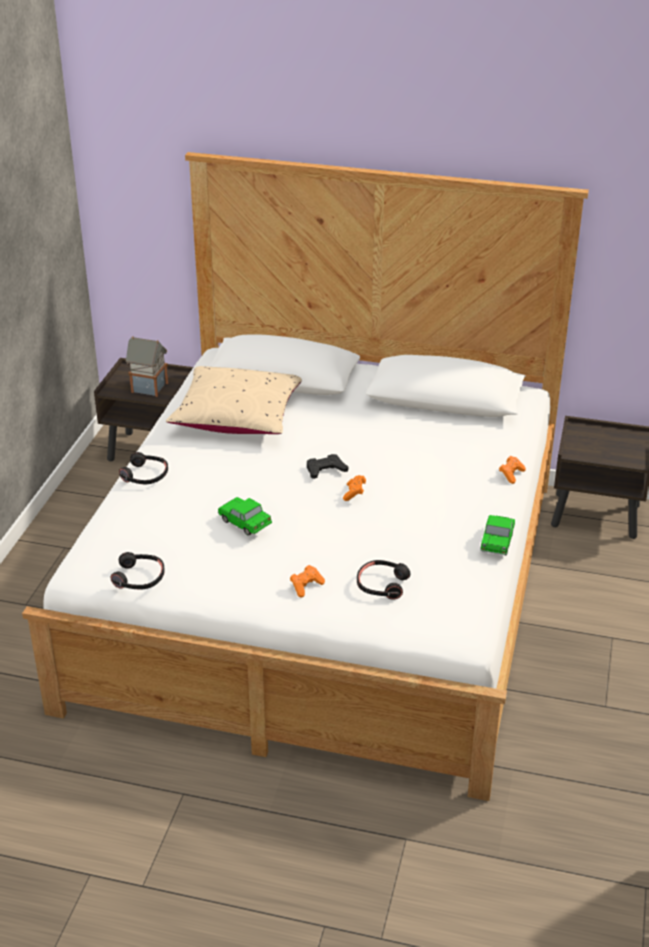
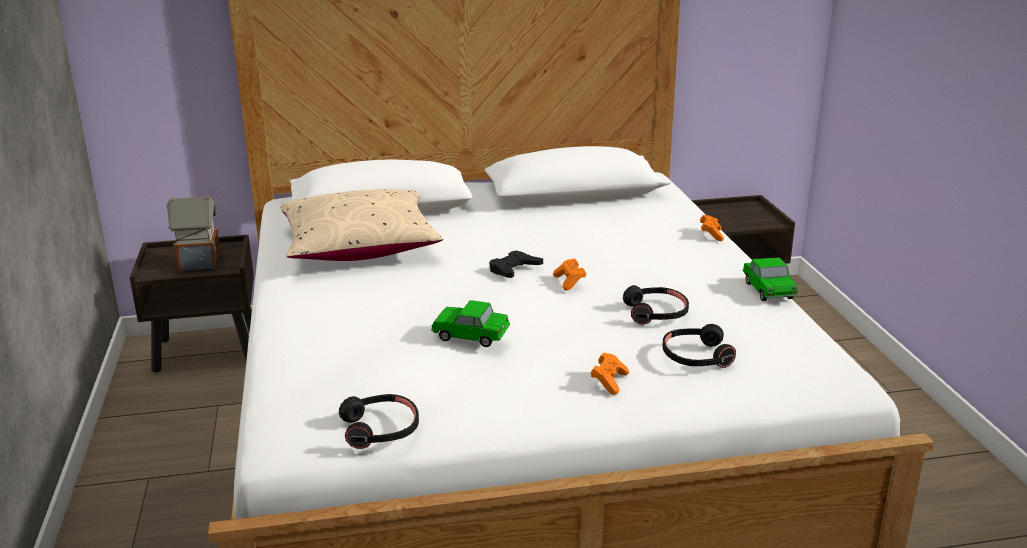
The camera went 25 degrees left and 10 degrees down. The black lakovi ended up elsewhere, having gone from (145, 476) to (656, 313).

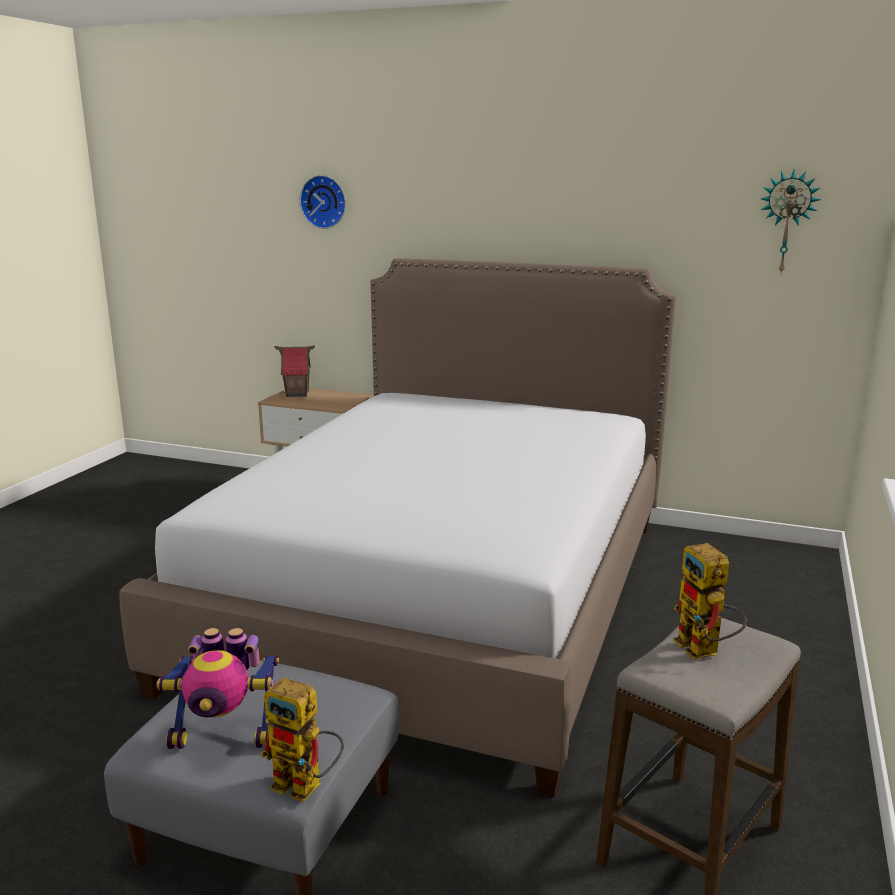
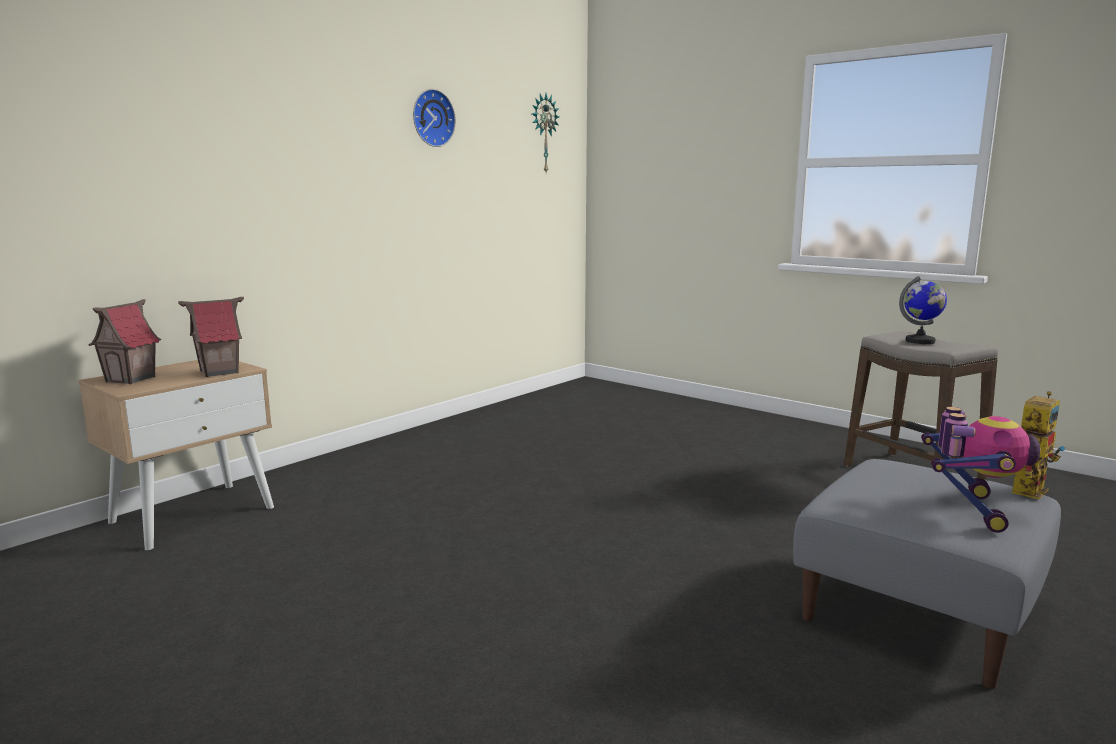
The camera went 70 degrees left and 5 degrees down. The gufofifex ended up elsewhere, having gone from (324, 202) to (431, 118). The second view lost the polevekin at (443, 596). Where the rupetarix stood at (704, 651), the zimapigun came to stand at (920, 341). The second view gained the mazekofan at (219, 372).

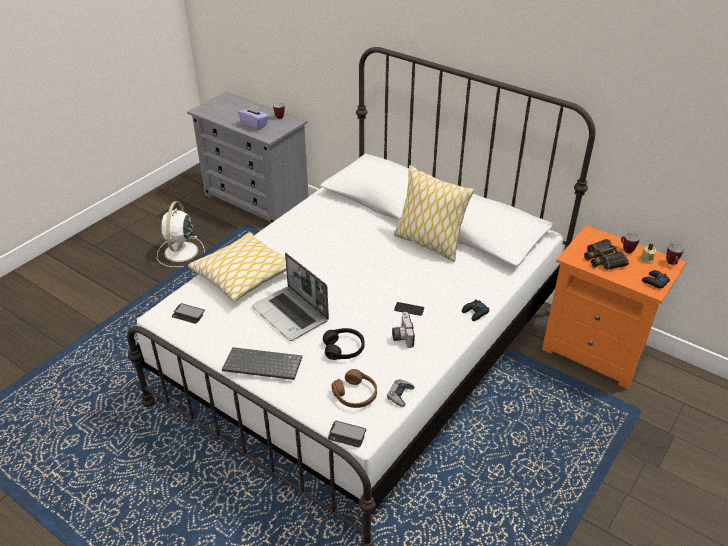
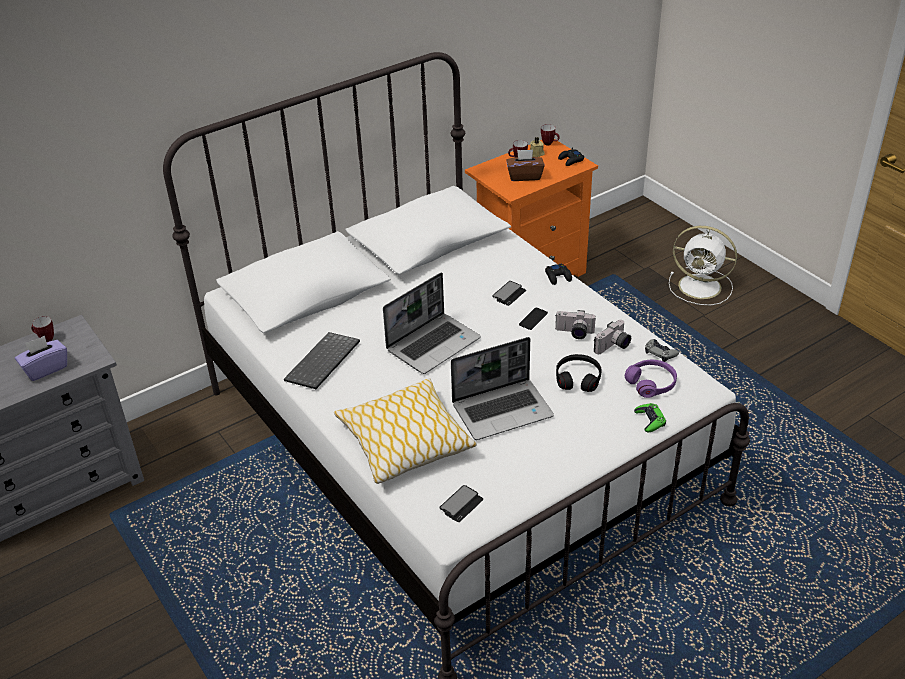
The camera went 70 degrees left and 0 degrees up. The second view lost the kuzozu at (429, 243). The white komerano ended up elsewhere, having gone from (180, 253) to (701, 287). Where the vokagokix stood at (602, 259), the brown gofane came to stand at (524, 176). The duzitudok ended up elsewhere, having gone from (261, 366) to (323, 363). What was the brown lakovi at (355, 394) turned into the purple lakovi at (651, 383). The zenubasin ended up elsewhere, having gone from (347, 435) to (509, 294). The second view gained the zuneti at (433, 344). The second view gained the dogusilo at (613, 347). The second view gained the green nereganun at (650, 420).

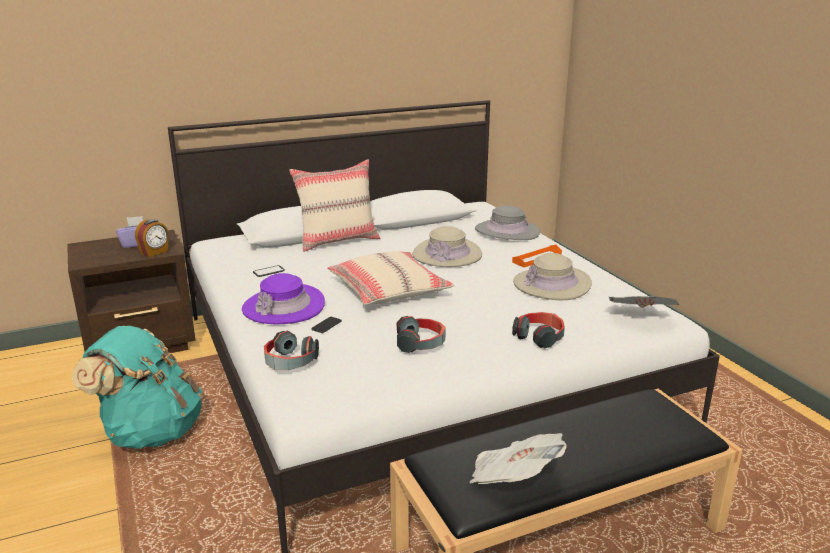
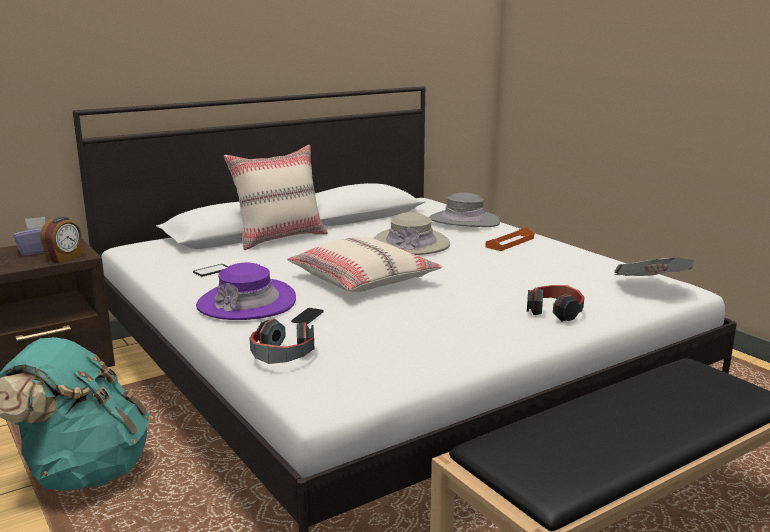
The camera went 10 degrees left and 5 degrees down. The second view lost the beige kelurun at (552, 284). The second view lost the lakovi at (421, 343). The second view lost the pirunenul at (513, 478).

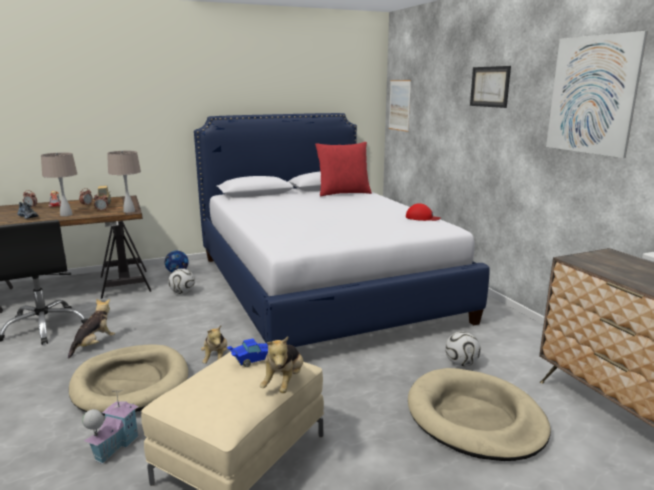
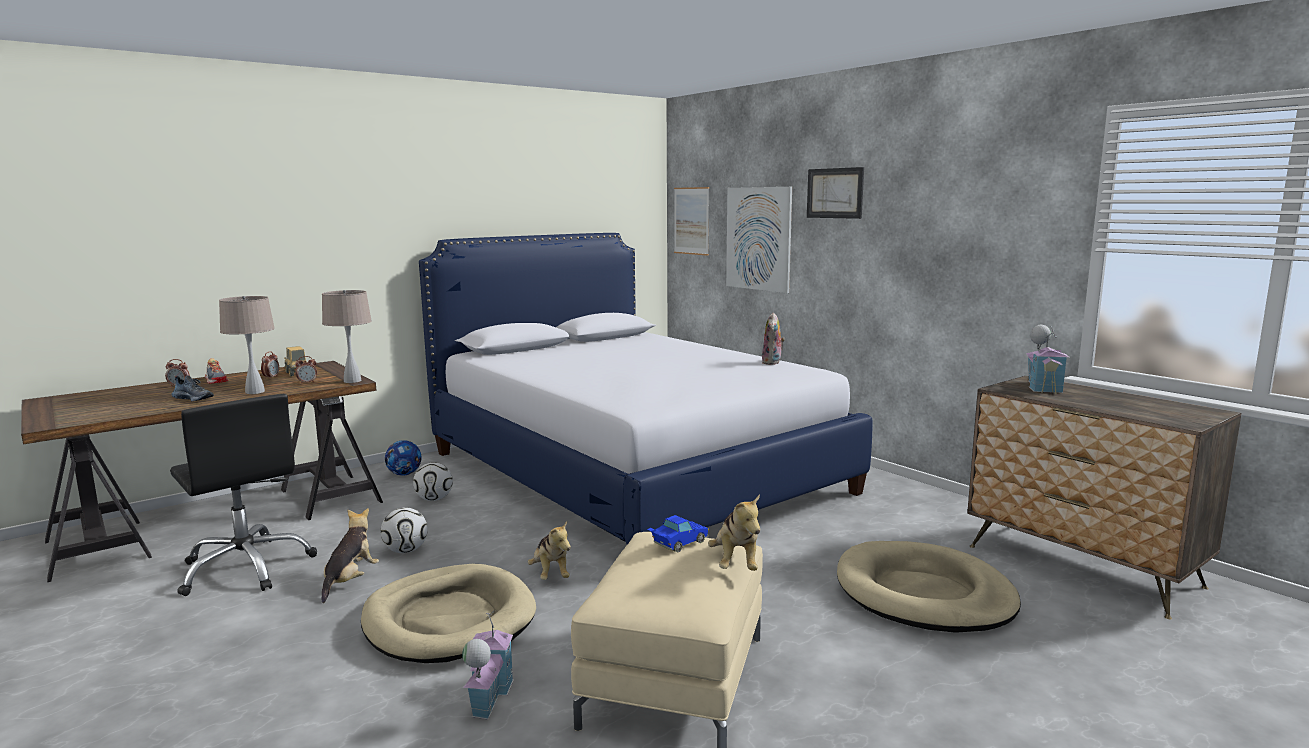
The camera went 15 degrees left and 5 degrees down. The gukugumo ended up elsewhere, having gone from (592, 95) to (758, 238). The second view lost the red kuzozu at (343, 193). Where the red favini stood at (422, 218), the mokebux came to stand at (772, 362). The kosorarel ended up elsewhere, having gone from (461, 364) to (405, 551). The second view gained the mazekofan at (1042, 387).

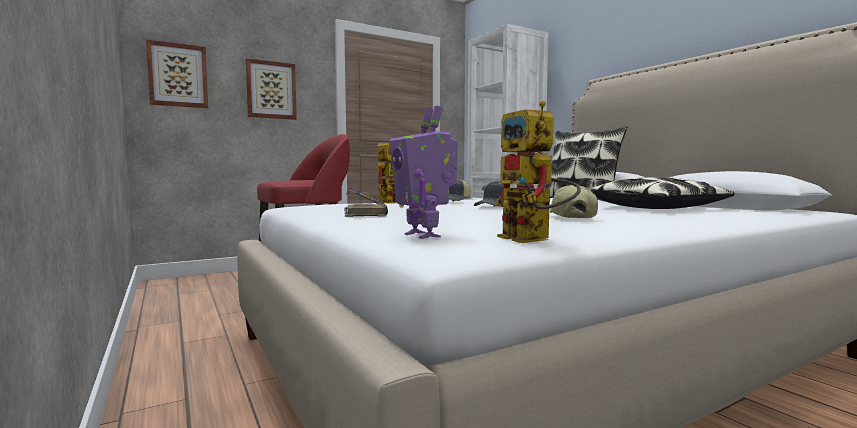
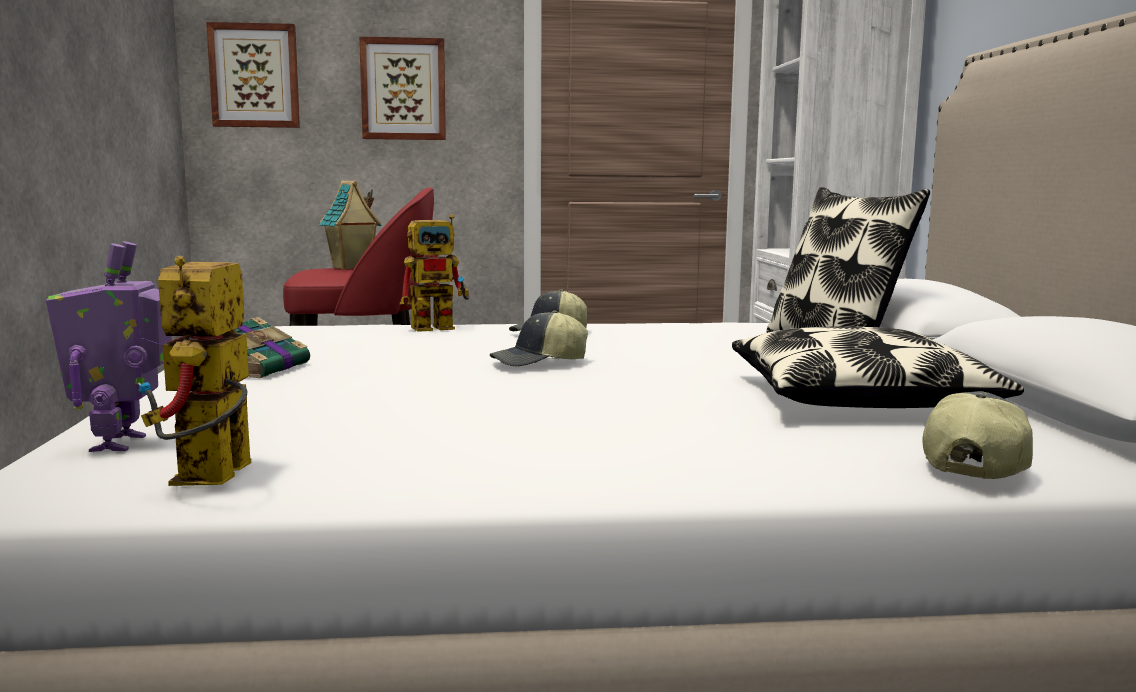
The camera went 25 degrees right and 5 degrees up. The favini ended up elsewhere, having gone from (571, 217) to (973, 464). The second view gained the mazekofan at (351, 268).

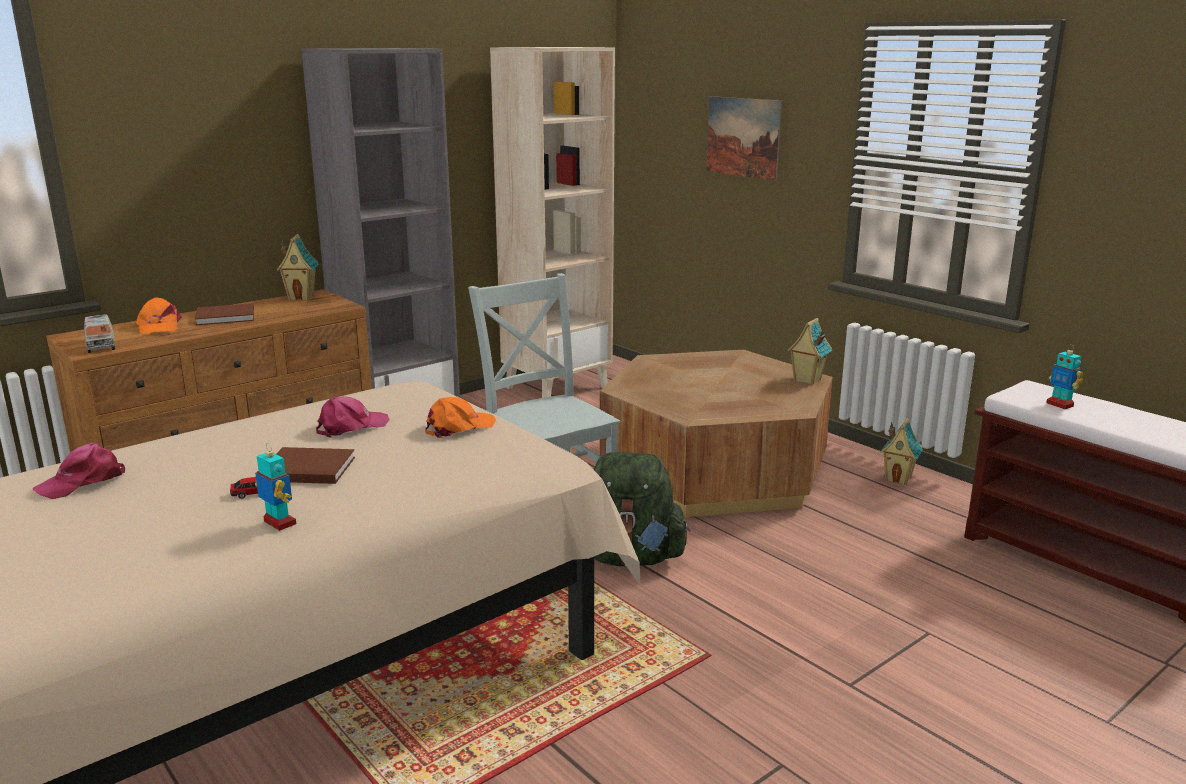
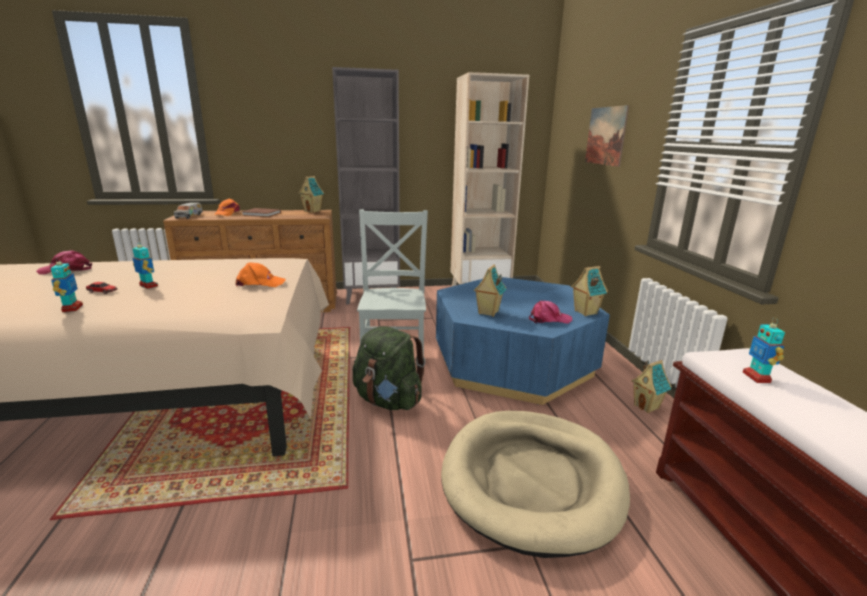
The camera went 30 degrees right and 0 degrees up. What was the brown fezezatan at (714, 470) turned into the blue fezezatan at (512, 362). The pink favini ended up elsewhere, having gone from (351, 426) to (549, 319). Where the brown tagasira stood at (305, 469), the rupetarix came to stand at (148, 286). The second view gained the mazekofan at (487, 313). The second view gained the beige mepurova at (532, 480).

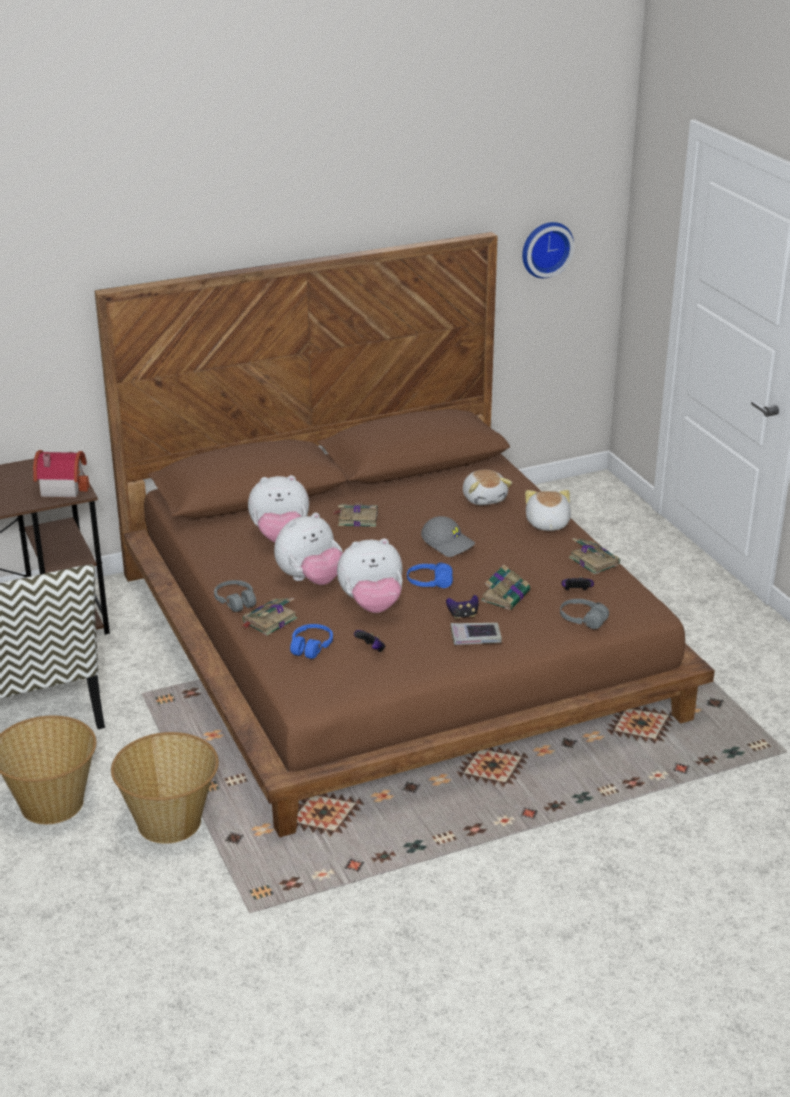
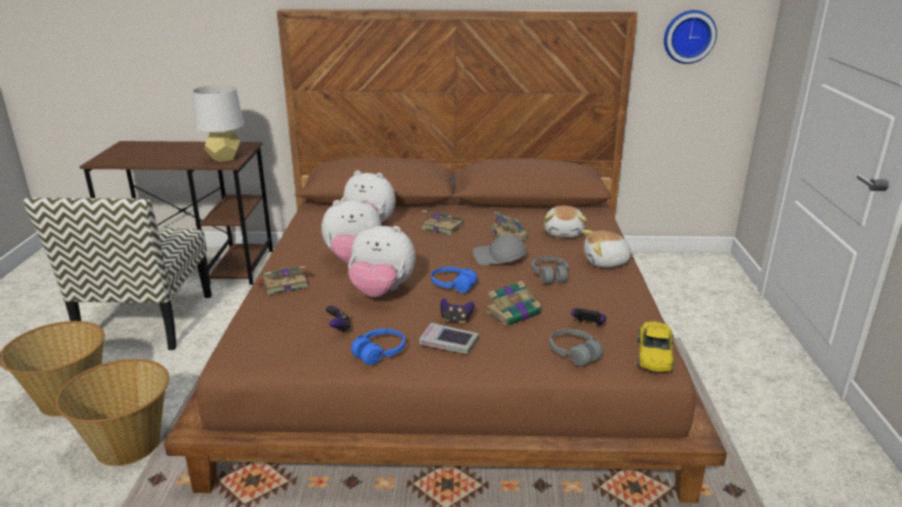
The camera went 25 degrees right and 5 degrees down. Where the mazekofan stood at (62, 487), the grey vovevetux came to stand at (224, 158). The mokebux at (547, 524) ended up facing another way, 120 degrees counterclockwise from before. The grey favini at (448, 543) ended up facing another way, 135 degrees clockwise from before. The tagasira ended up elsewhere, having gone from (593, 560) to (508, 233). The grey lakovi ended up elsewhere, having gone from (235, 602) to (550, 276). The blue lakovi ended up elsewhere, having gone from (311, 647) to (379, 353). The second view gained the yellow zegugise at (654, 354).

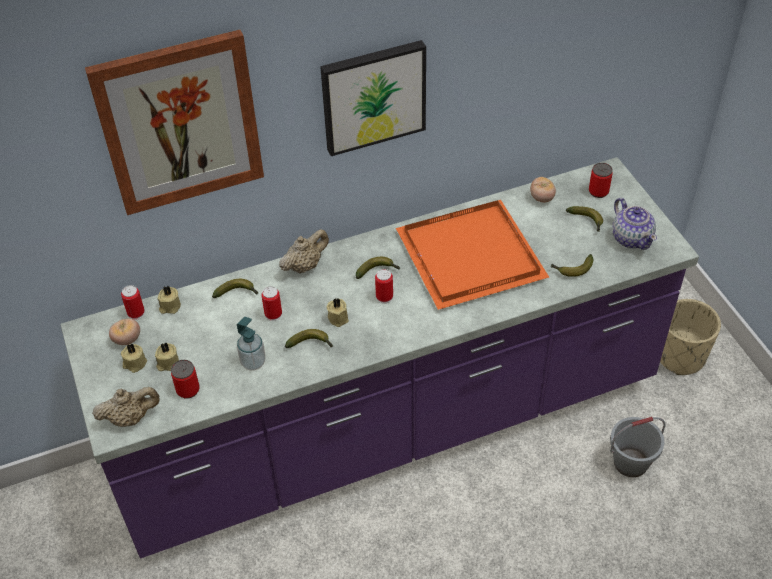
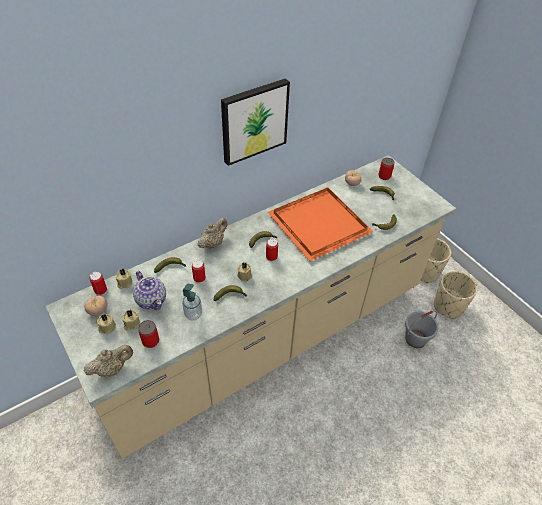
The camera went 15 degrees left and 0 degrees up. The second view lost the gukugumo at (179, 123). What was the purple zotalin at (390, 427) turned into the beige zotalin at (267, 339). The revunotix ended up elsewhere, having gone from (631, 238) to (151, 299). The second view gained the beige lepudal at (448, 306).

